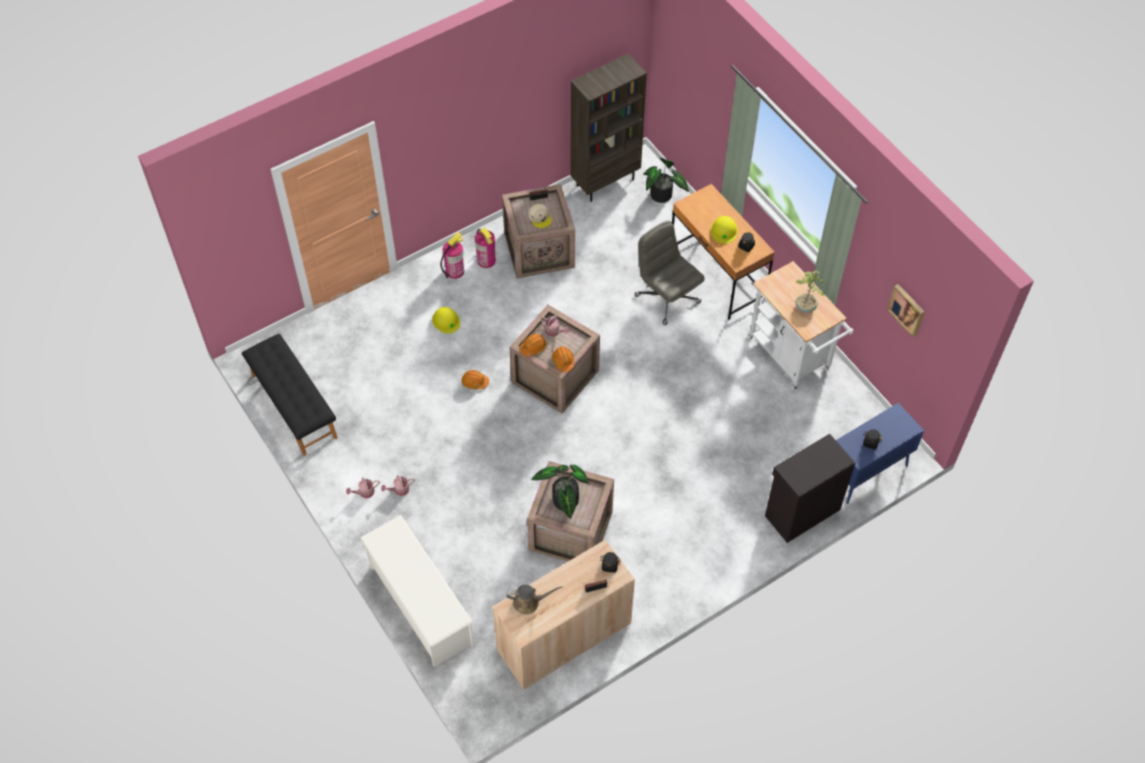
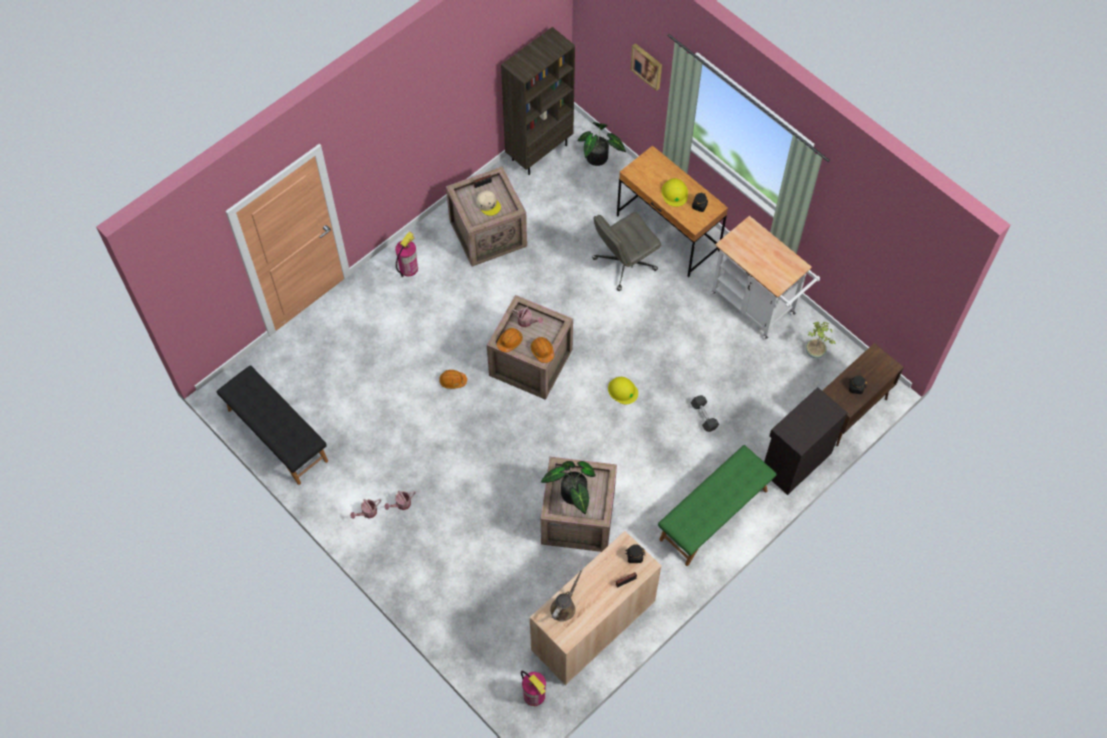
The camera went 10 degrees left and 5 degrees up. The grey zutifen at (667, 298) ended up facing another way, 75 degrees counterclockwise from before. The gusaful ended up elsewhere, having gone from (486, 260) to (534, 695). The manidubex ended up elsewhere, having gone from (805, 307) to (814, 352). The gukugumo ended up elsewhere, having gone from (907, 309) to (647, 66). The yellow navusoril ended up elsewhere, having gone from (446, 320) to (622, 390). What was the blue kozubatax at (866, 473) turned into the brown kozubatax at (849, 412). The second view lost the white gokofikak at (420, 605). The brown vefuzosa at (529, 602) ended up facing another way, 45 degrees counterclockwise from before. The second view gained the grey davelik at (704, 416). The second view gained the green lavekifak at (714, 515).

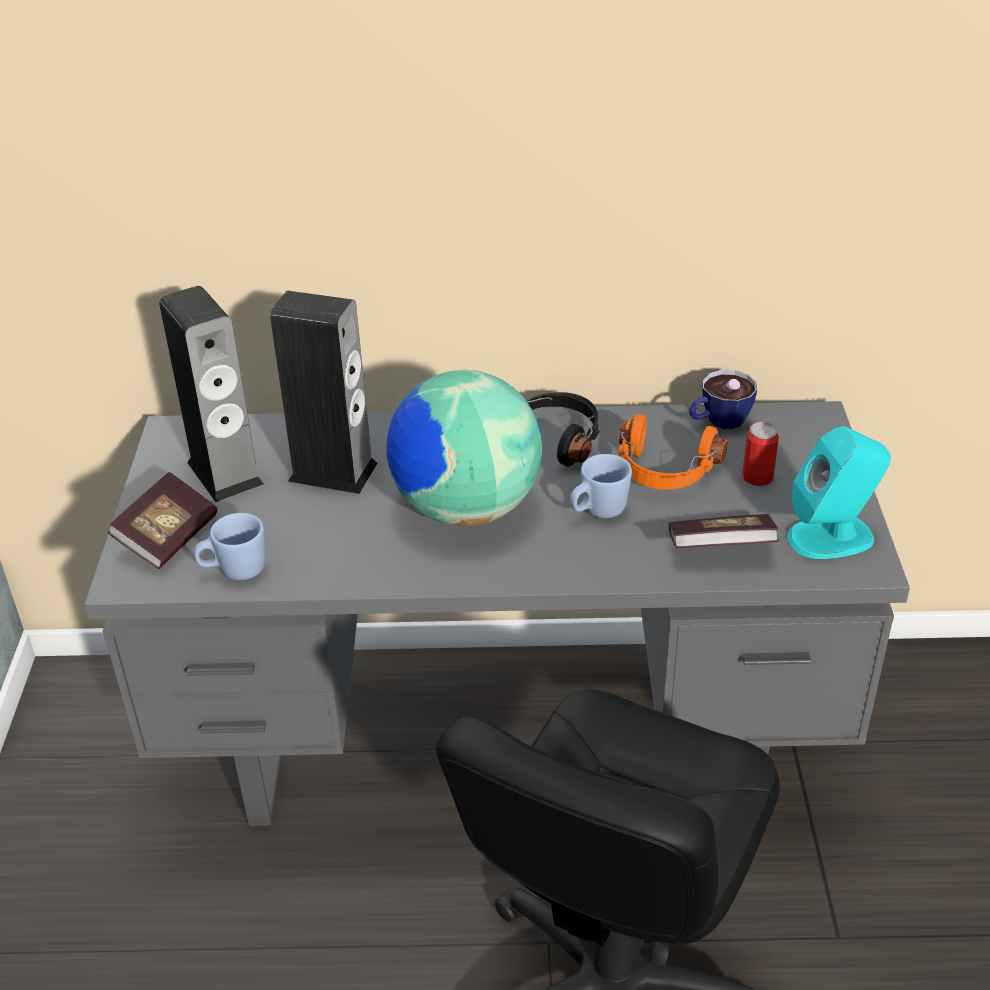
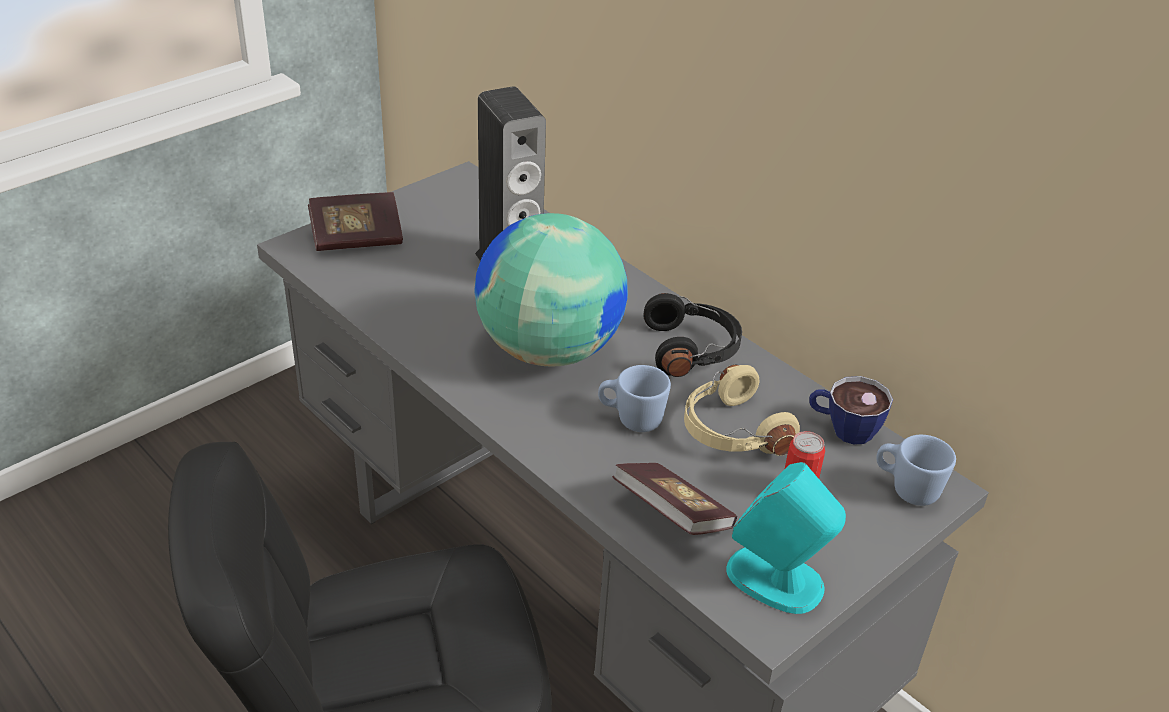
The camera went 45 degrees right and 0 degrees up. The second view lost the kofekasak at (225, 473). What was the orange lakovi at (665, 471) turned into the beige lakovi at (731, 431). The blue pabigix ended up elsewhere, having gone from (234, 571) to (906, 489).

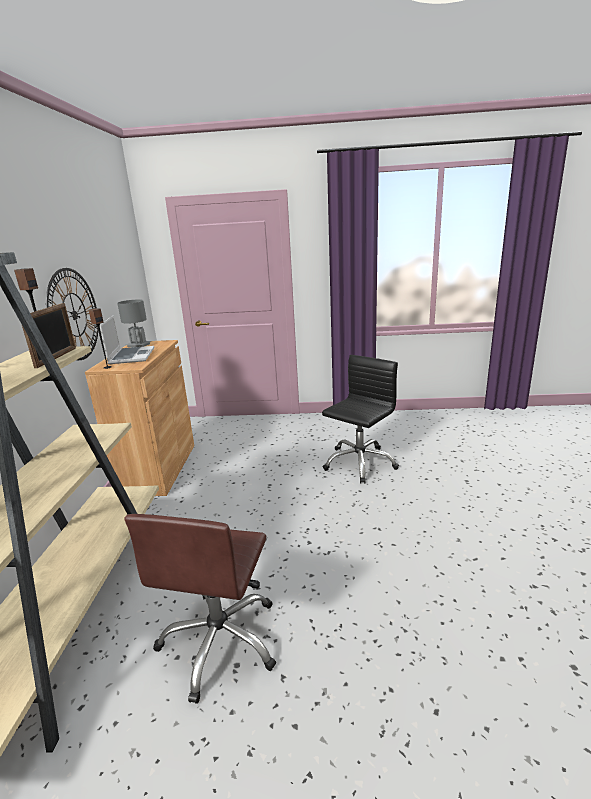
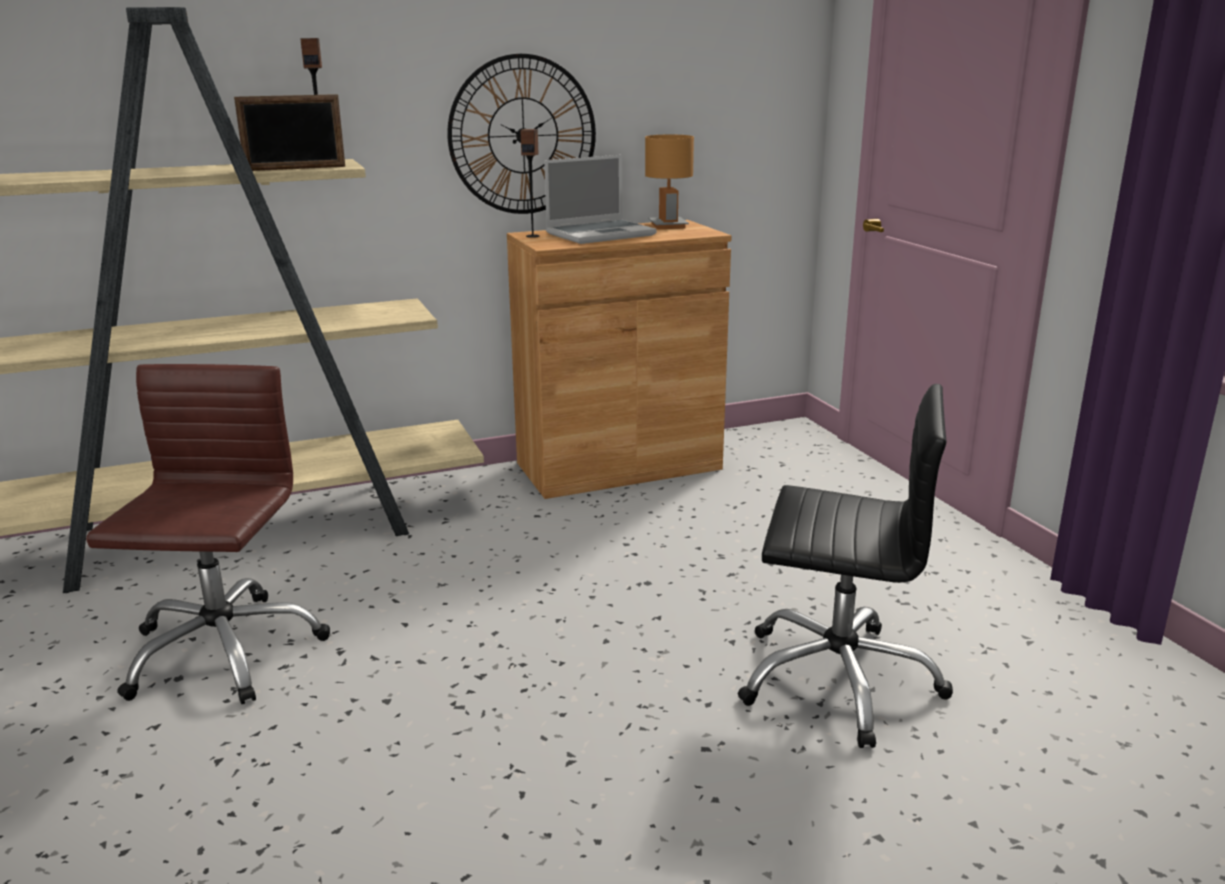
The camera went 65 degrees right and 0 degrees up. What was the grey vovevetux at (138, 345) turned into the brown vovevetux at (667, 226). The brown zutifen at (220, 641) ended up facing another way, 105 degrees clockwise from before.

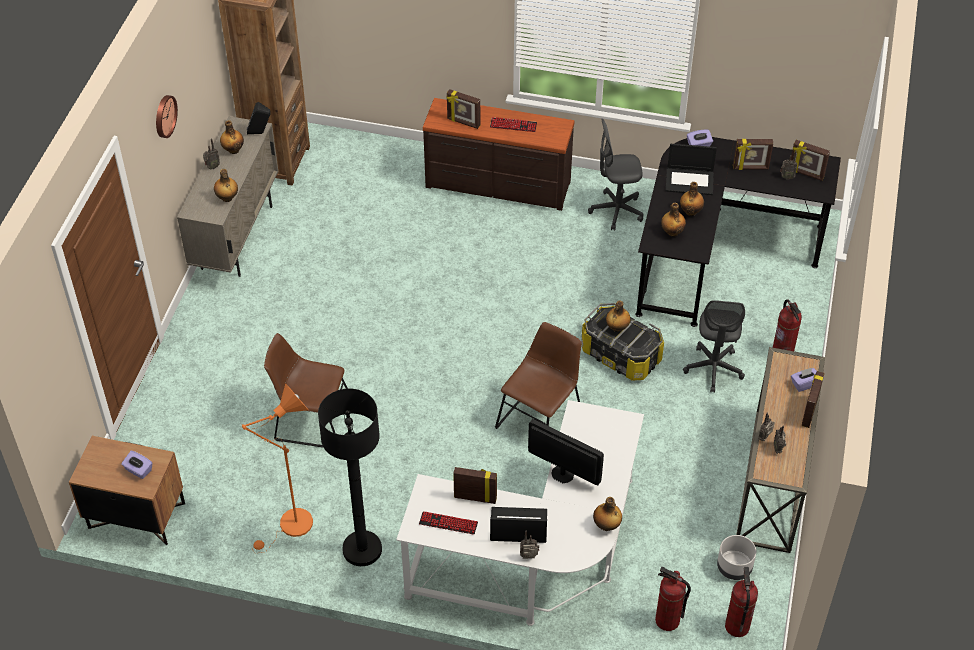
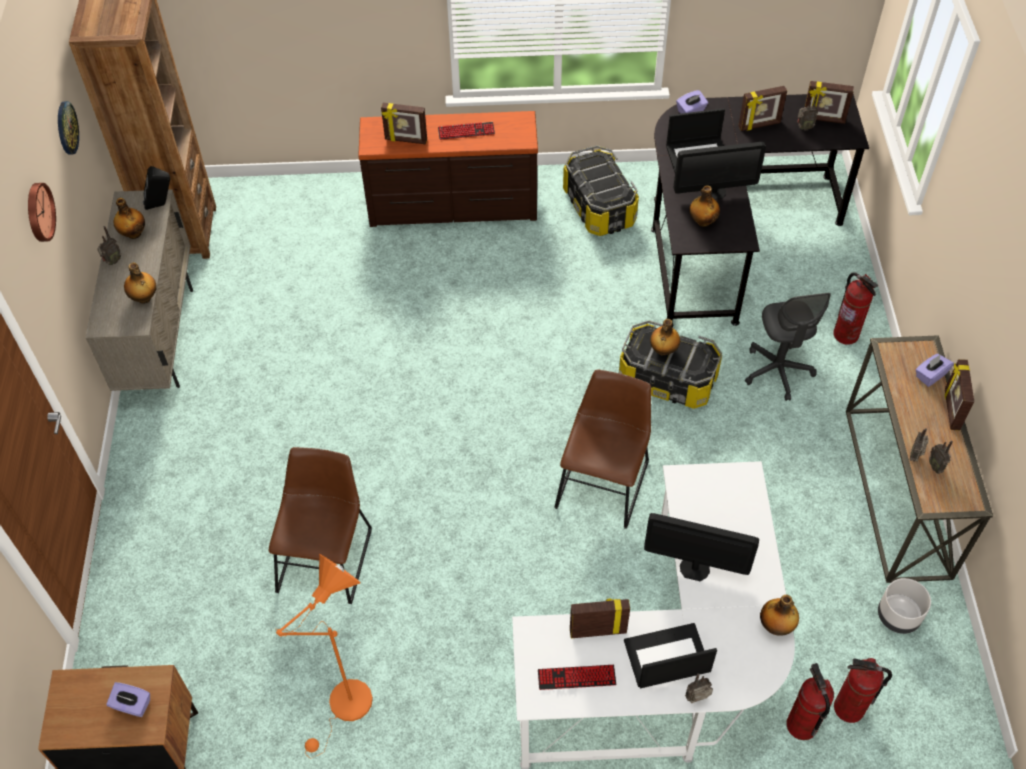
The camera went 15 degrees left and 5 degrees up. Where the grey zutifen stood at (616, 211), the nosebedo came to stand at (598, 207). Where the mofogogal stood at (691, 211), the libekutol came to stand at (714, 192). The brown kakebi at (311, 421) ended up facing another way, 105 degrees clockwise from before. The second view lost the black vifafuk at (362, 549). The gusaful ended up elsewhere, having gone from (737, 626) to (801, 725). The second view gained the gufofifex at (66, 128).

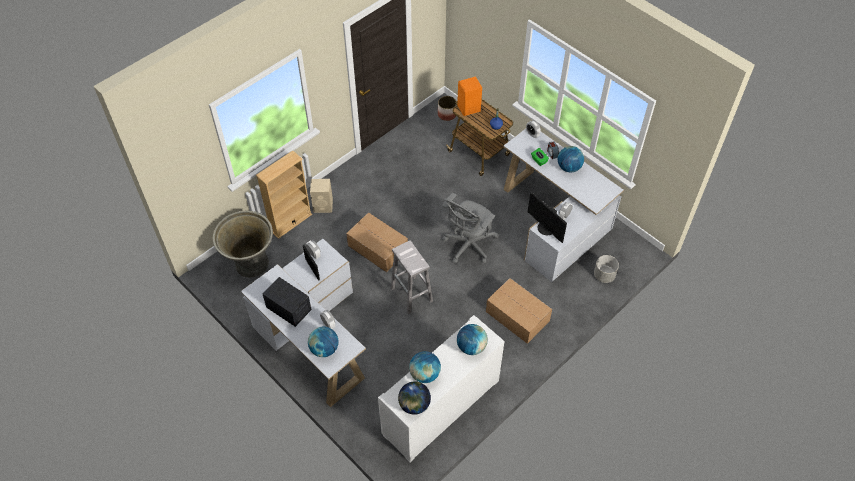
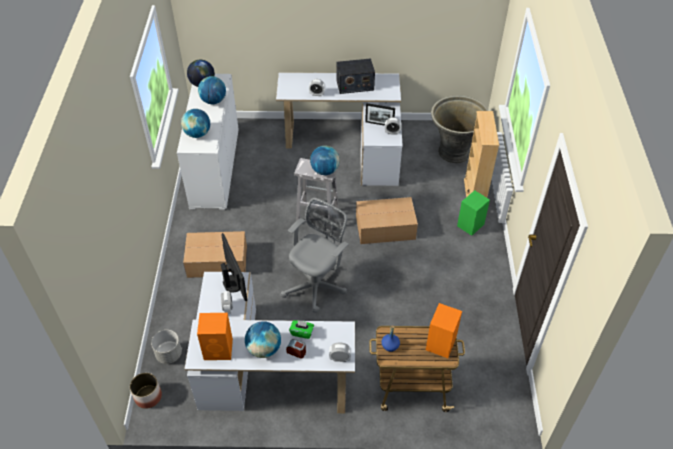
The camera went 135 degrees right and 5 degrees down. The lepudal ended up elsewhere, having gone from (447, 114) to (148, 396). What was the beige kofekasak at (323, 206) turned into the green kofekasak at (470, 225). The libekutol at (545, 228) ended up facing another way, 60 degrees clockwise from before. The grey zutifen at (468, 246) ended up facing another way, 45 degrees clockwise from before. The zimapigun ended up elsewhere, having gone from (324, 349) to (325, 171). The second view gained the orange kofekasak at (219, 349).

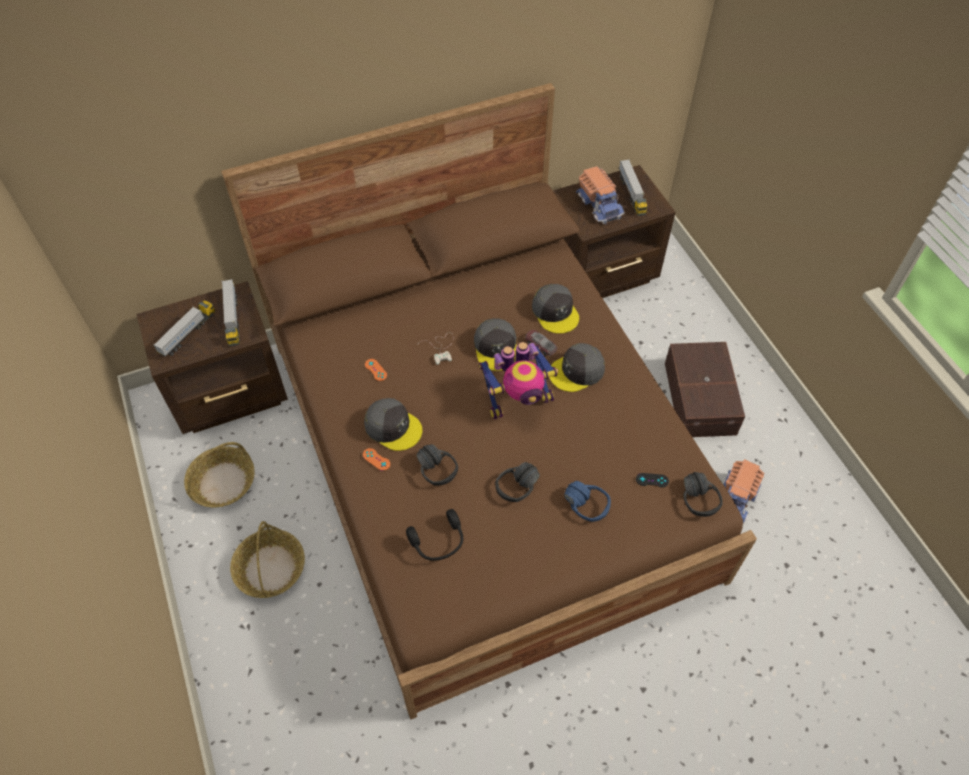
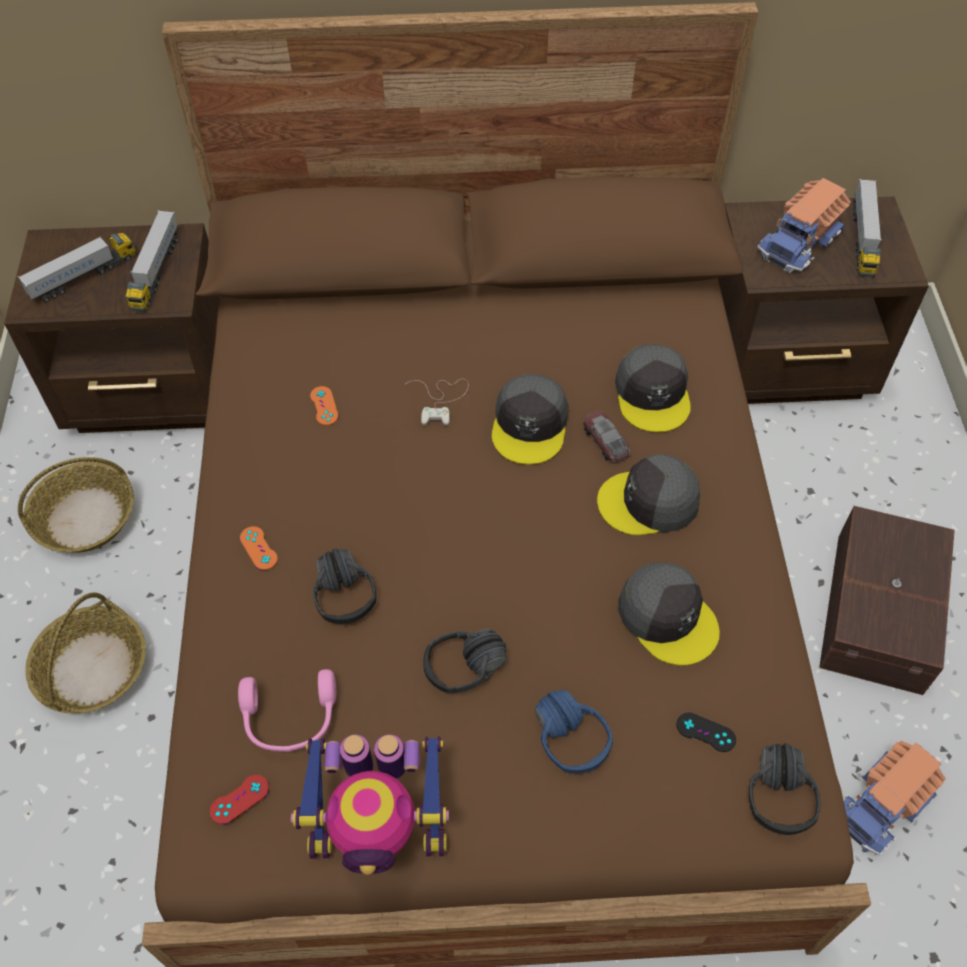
The camera went 20 degrees right and 0 degrees up. The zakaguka at (599, 204) ended up facing another way, 45 degrees clockwise from before. The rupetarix ended up elsewhere, having gone from (519, 400) to (380, 828). The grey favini ended up elsewhere, having gone from (393, 427) to (668, 617). What was the black lakovi at (438, 542) turned into the pink lakovi at (290, 719). The second view gained the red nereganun at (239, 799).

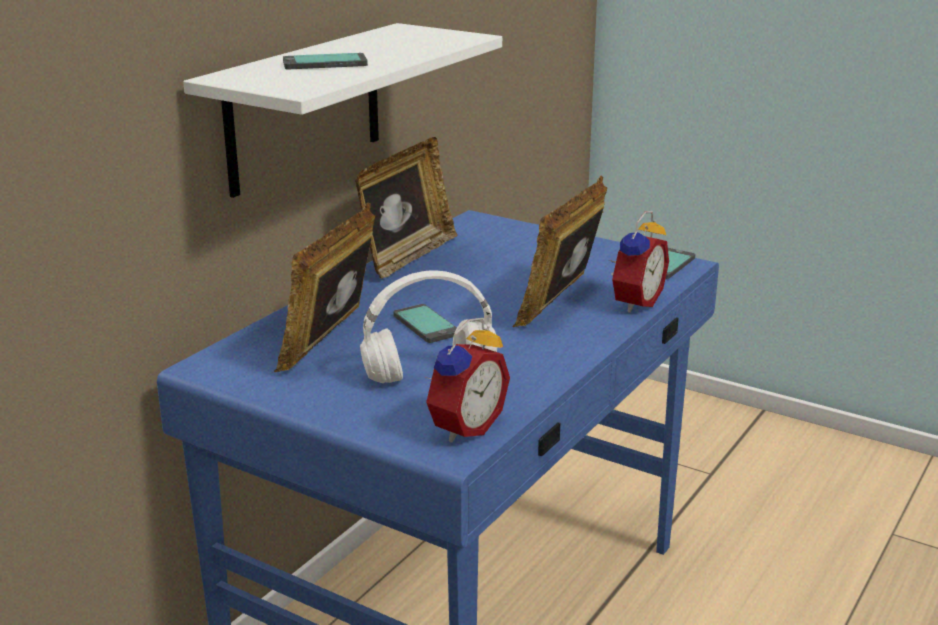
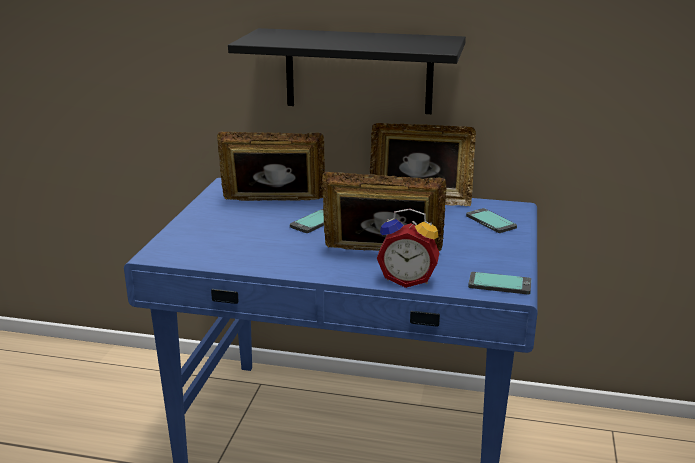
The camera went 70 degrees right and 0 degrees up. What was the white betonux at (304, 108) turned into the black betonux at (358, 71). The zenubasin ended up elsewhere, having gone from (325, 64) to (490, 222). The second view lost the white lakovi at (431, 374). The second view lost the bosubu at (463, 427).

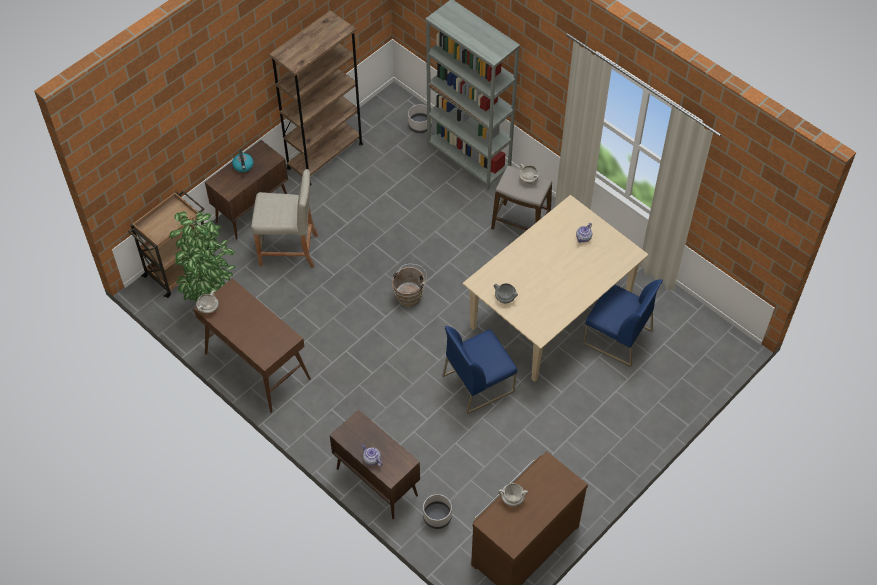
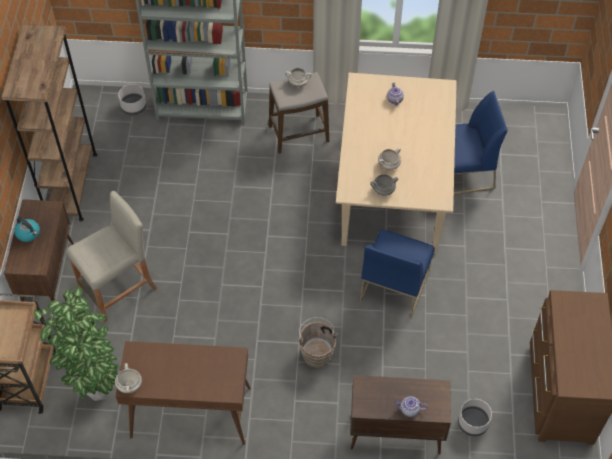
The camera went 40 degrees left and 0 degrees up. The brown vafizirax ended up elsewhere, having gone from (410, 295) to (317, 352). The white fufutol ended up elsewhere, having gone from (512, 499) to (388, 165).

